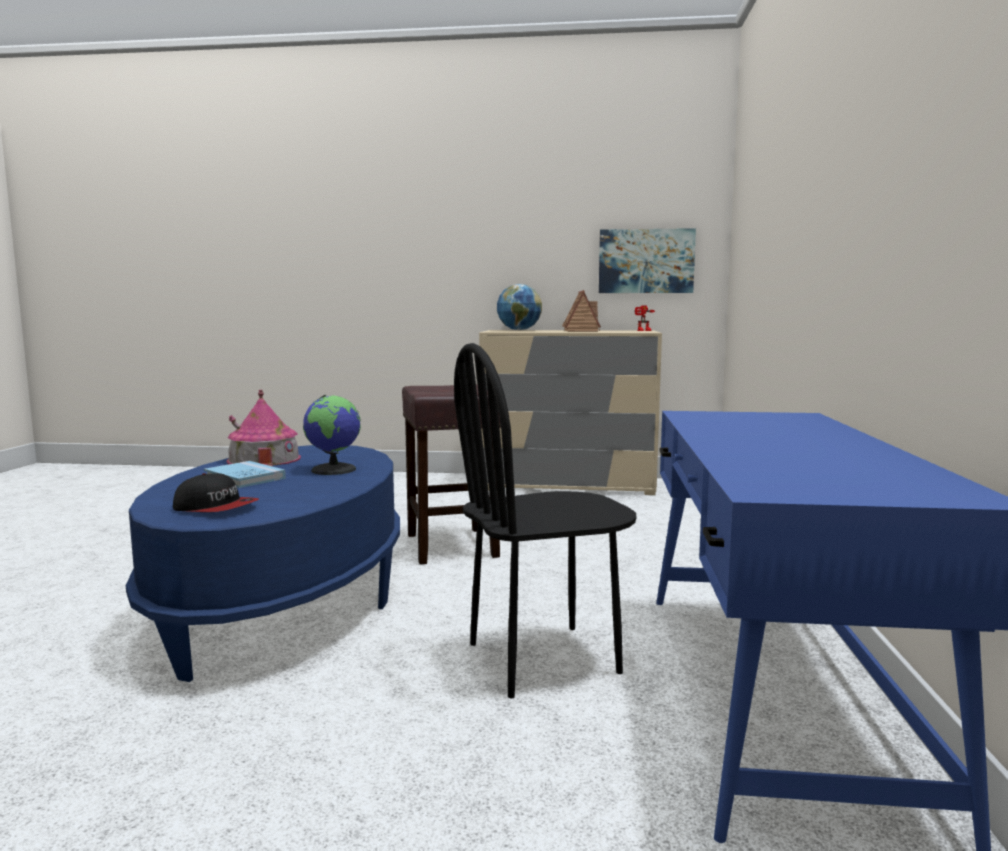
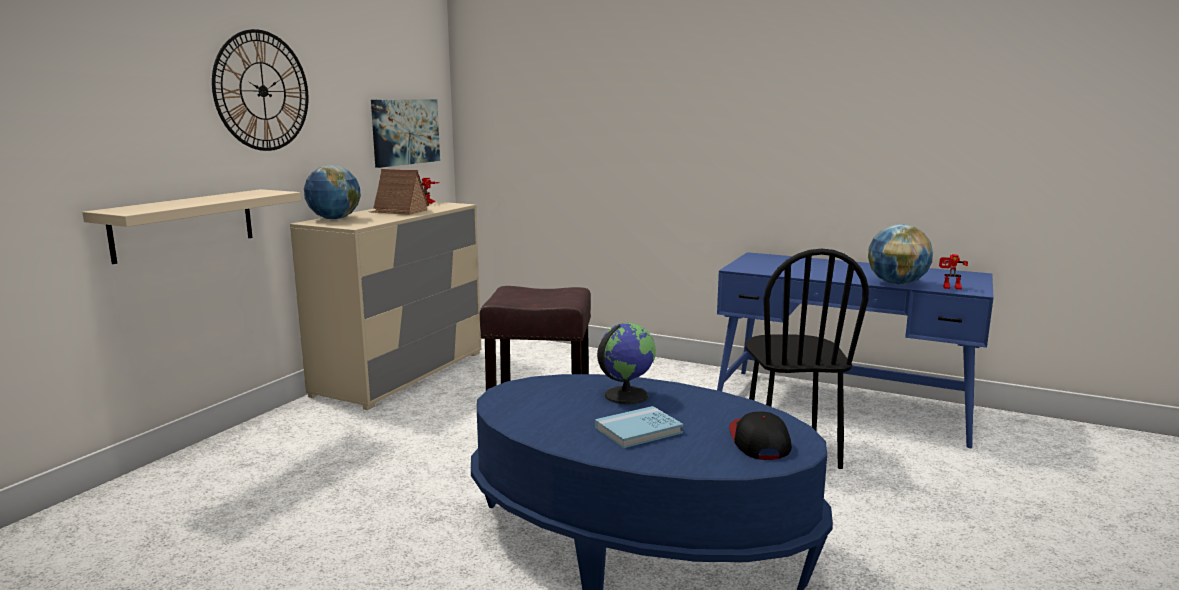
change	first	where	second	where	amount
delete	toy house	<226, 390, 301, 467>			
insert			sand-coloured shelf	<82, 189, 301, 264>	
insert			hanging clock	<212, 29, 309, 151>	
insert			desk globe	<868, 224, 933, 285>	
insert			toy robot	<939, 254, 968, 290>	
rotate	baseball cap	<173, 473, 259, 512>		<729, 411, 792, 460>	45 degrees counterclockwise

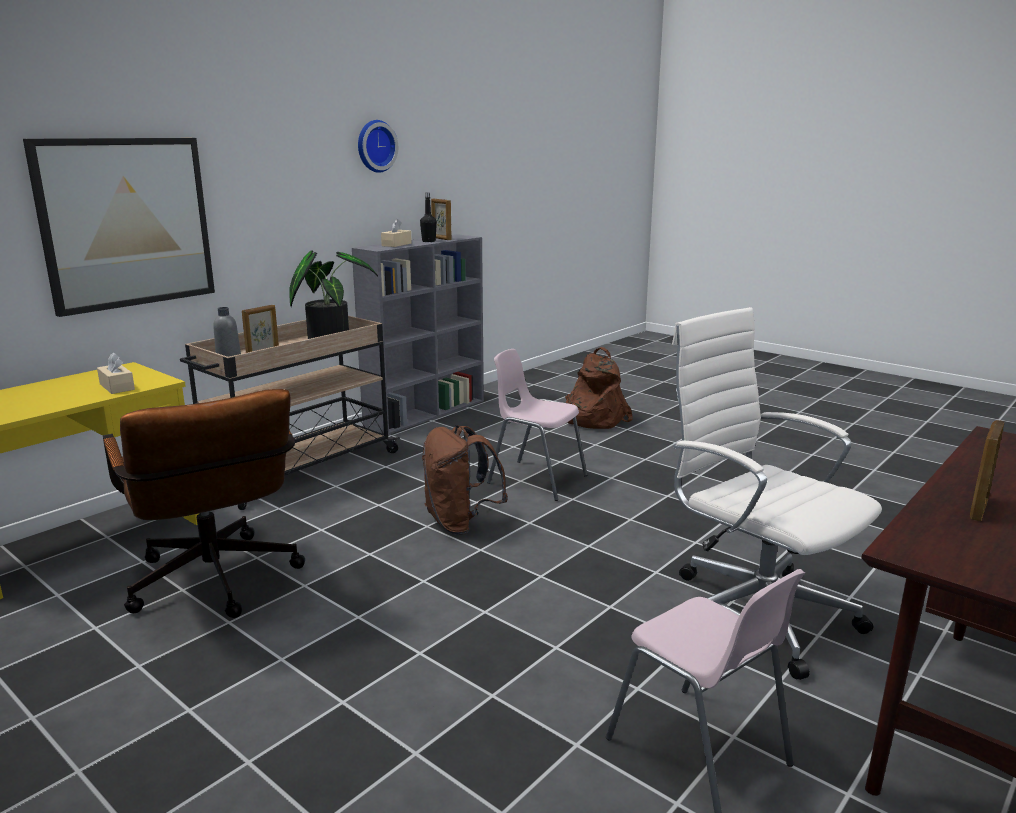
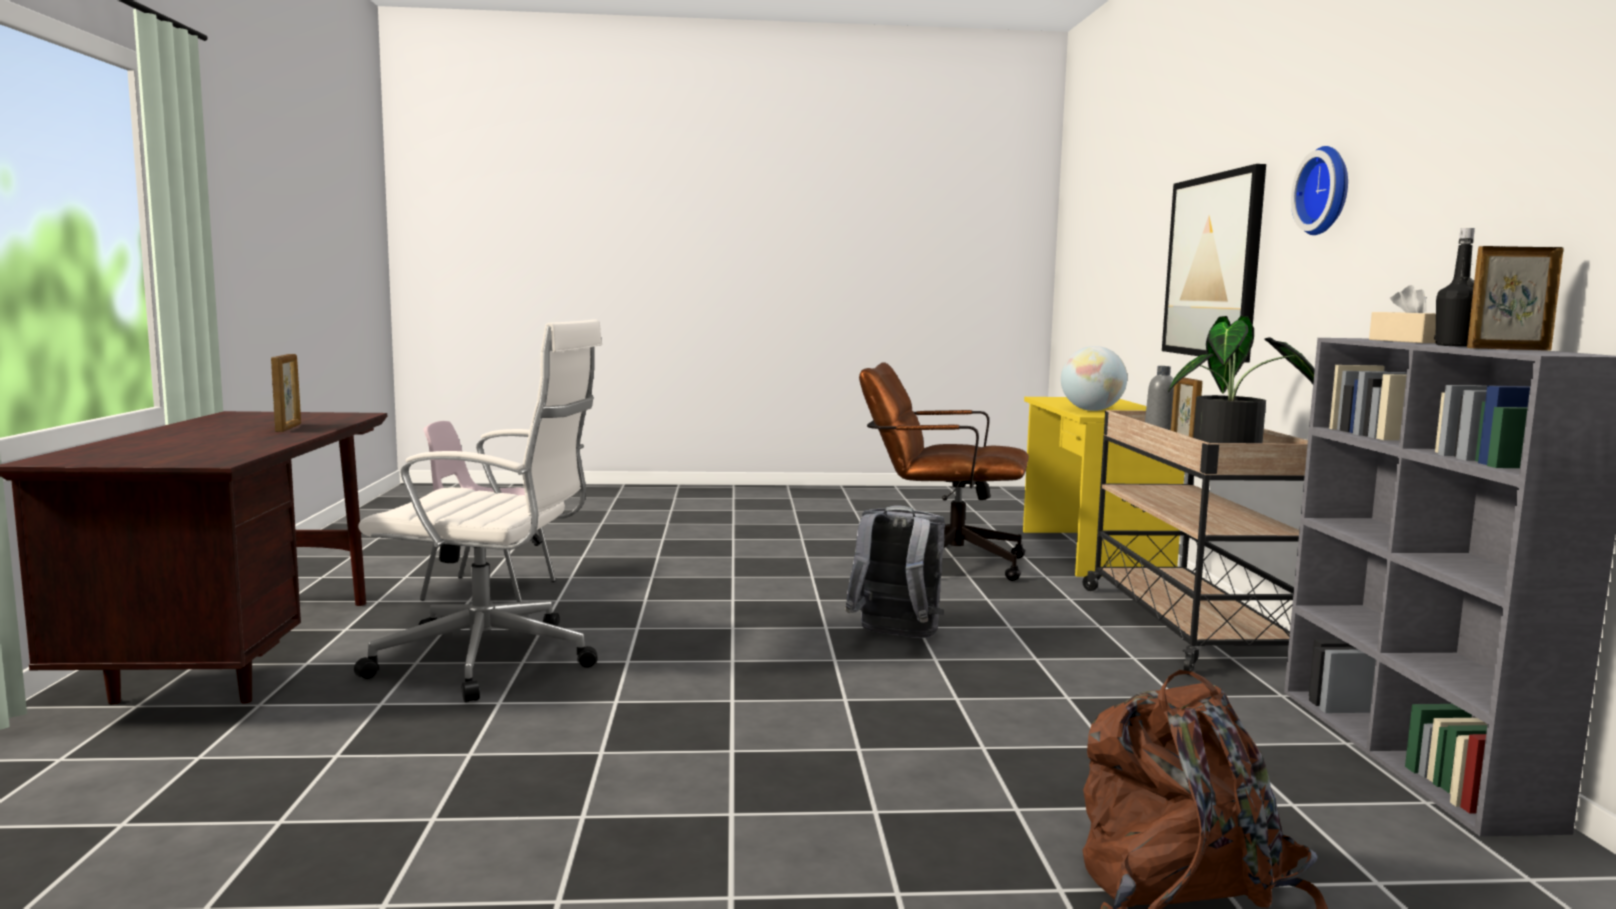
change	first	where	second	where	amount
delete	pink plain chair	<487, 349, 587, 501>			
move	hanging clock	<358, 120, 398, 173>		<1291, 146, 1348, 235>	
replace	sand-coloured tissue box	<97, 353, 135, 394>	desk globe	<1061, 346, 1127, 411>	
recolor	brownish knapsack	<422, 425, 508, 535>	greyish knapsack	<845, 505, 945, 638>	

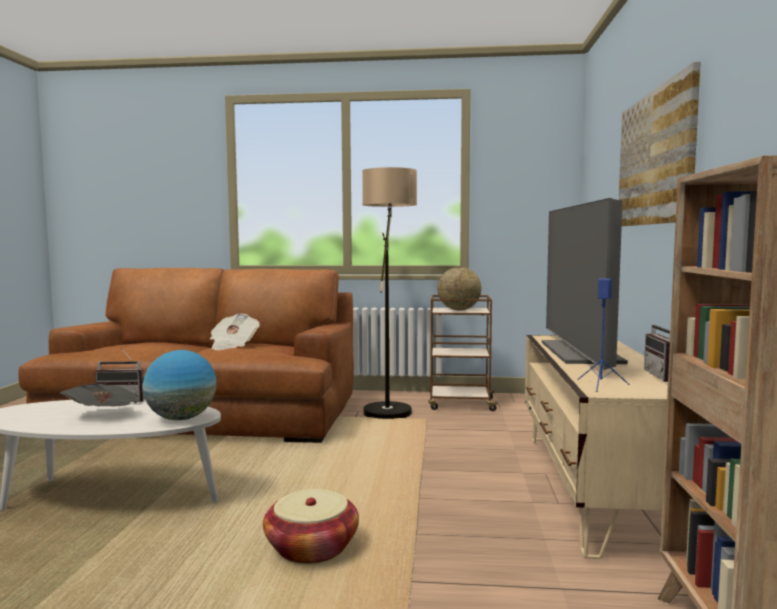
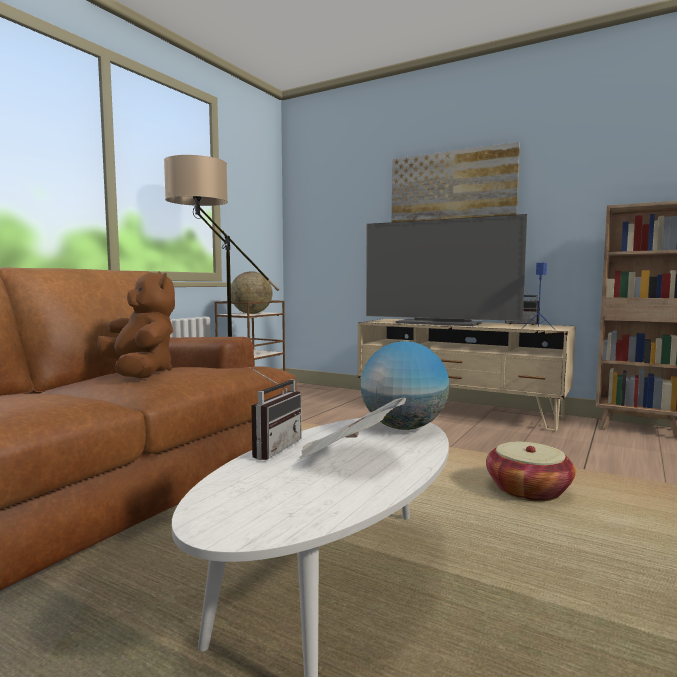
change	first	where	second	where	amount
replace	printed paper	<210, 314, 260, 350>	brownish plush toy	<97, 271, 175, 379>	

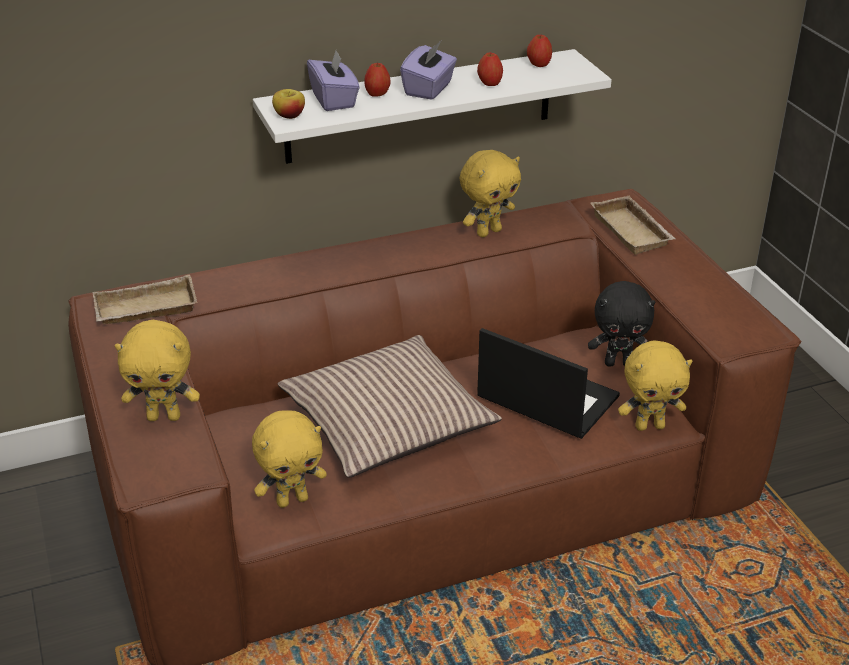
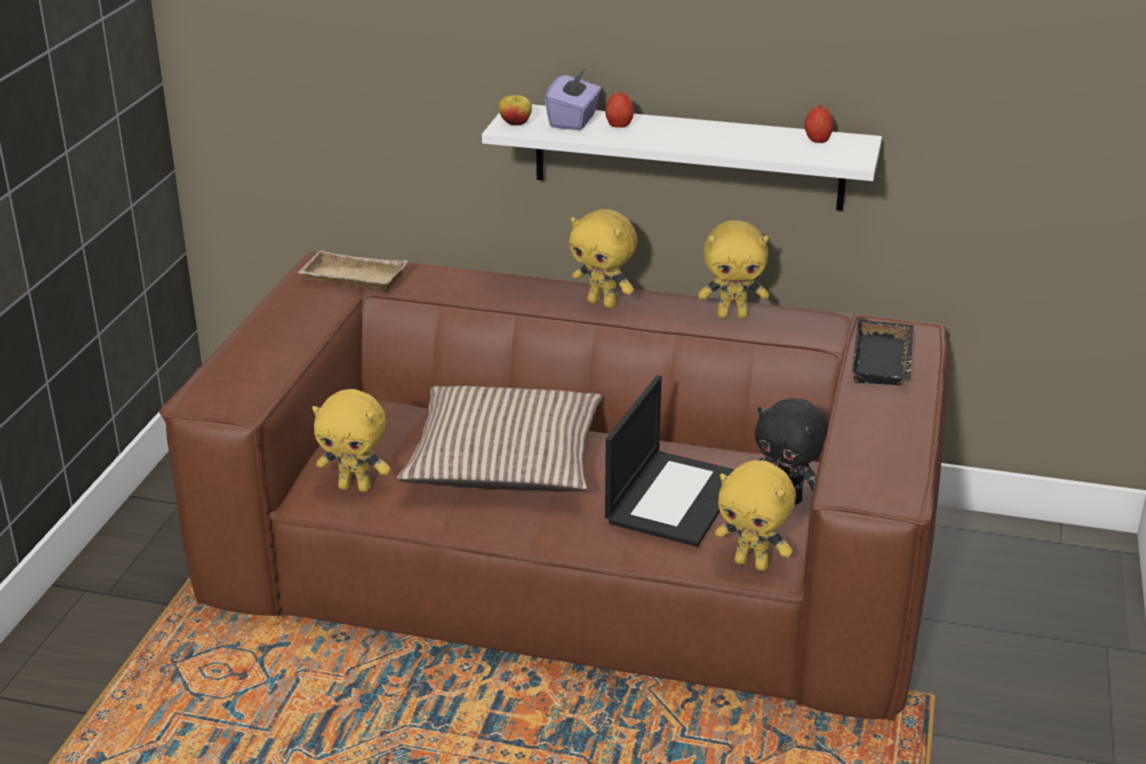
change	first	where	second	where	amount
delete	purple-coloured tissue box	<400, 41, 457, 100>			
delete	apple fruit	<477, 53, 503, 86>			
move	yellowish plush toy	<115, 320, 200, 421>		<569, 209, 638, 309>	
recolor	sand-coloured serving tray	<591, 196, 676, 255>	black serving tray	<852, 318, 914, 385>	
rotate	portable computer	<477, 328, 620, 439>		<605, 375, 735, 547>	45 degrees clockwise

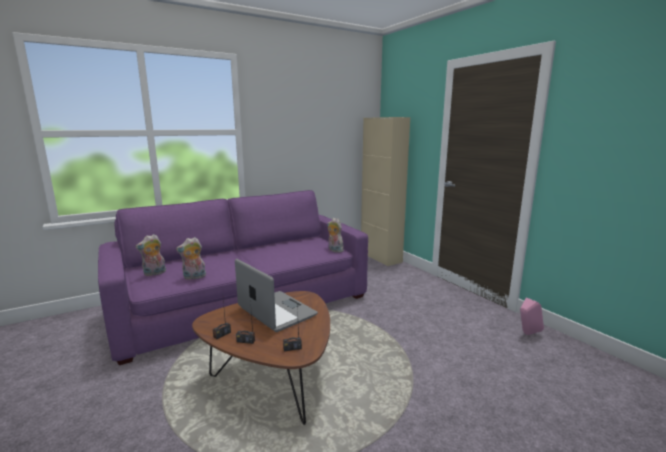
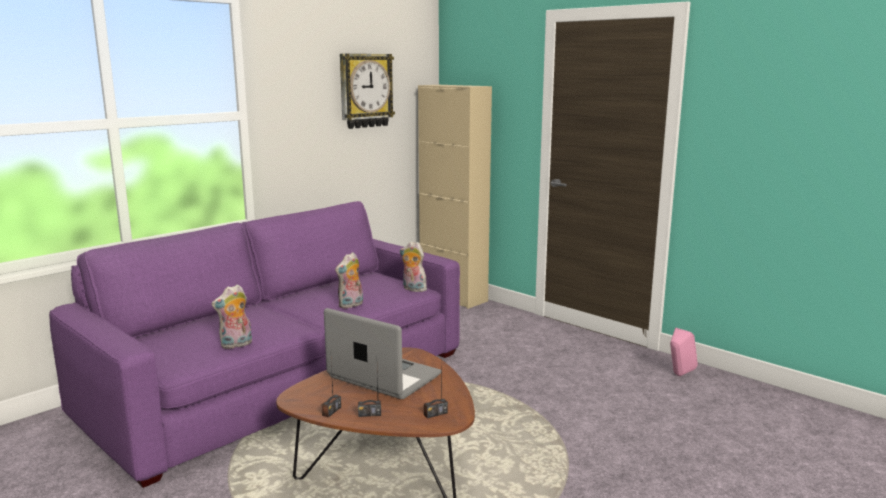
change	first	where	second	where	amount
insert			hanging clock	<340, 54, 395, 129>	
move	plush toy	<135, 234, 166, 276>		<335, 252, 363, 309>	

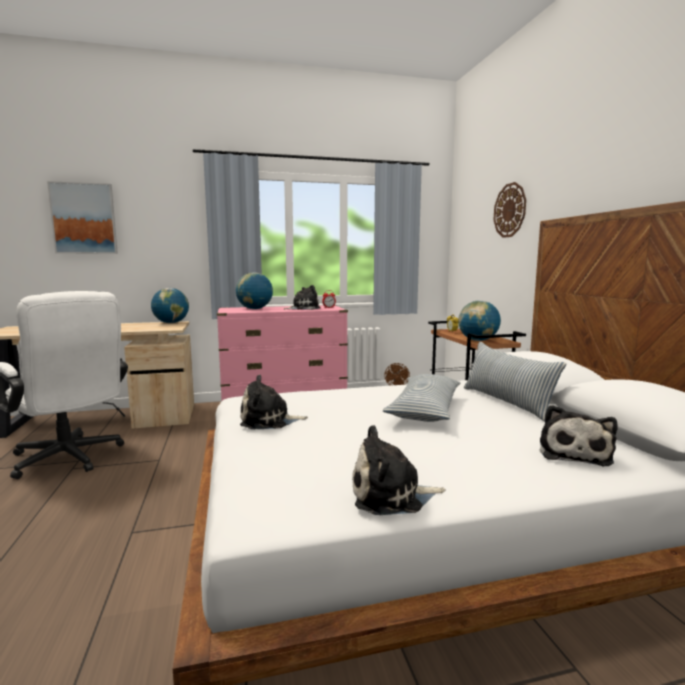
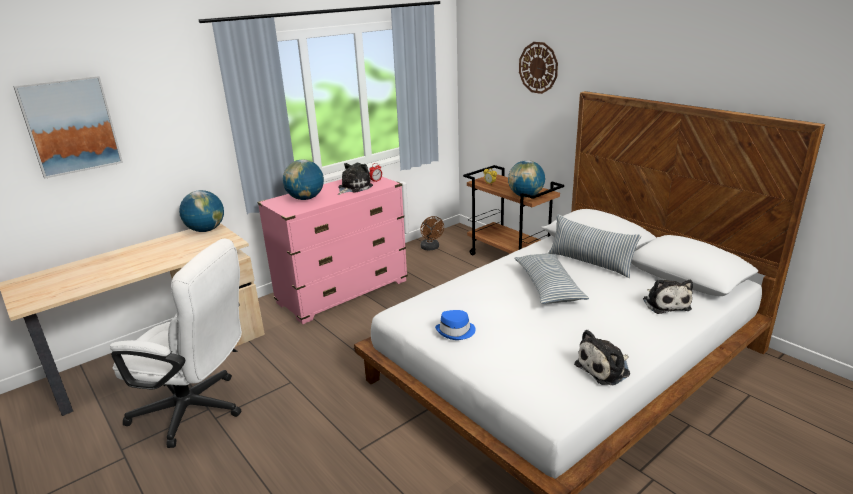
change	first	where	second	where	amount
replace	plush toy	<240, 375, 308, 429>	blue-coloured clothing hat	<435, 310, 476, 340>	

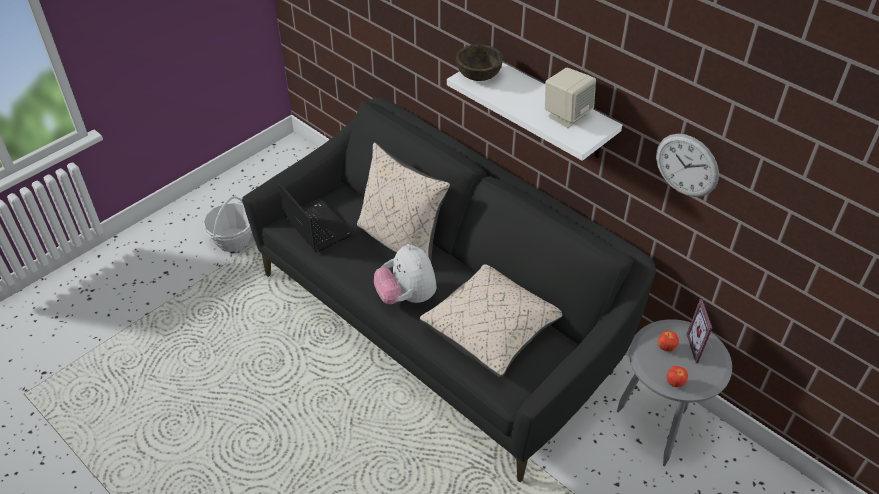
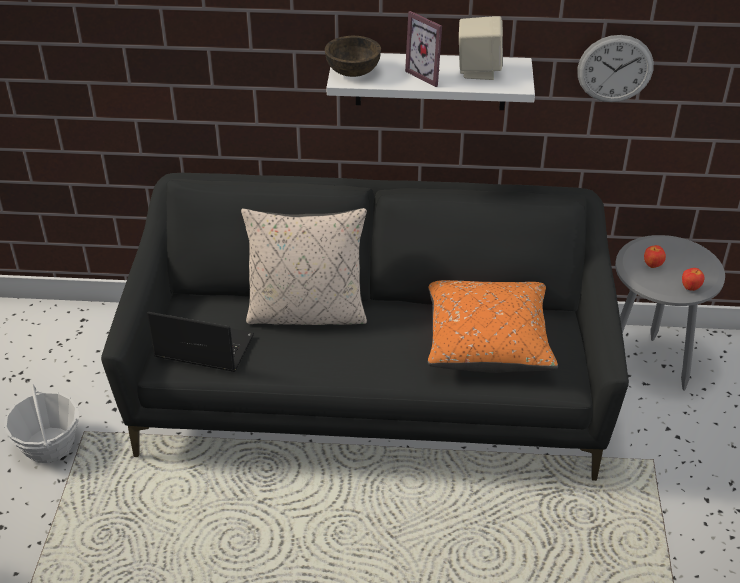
change	first	where	second	where	amount
delete	plush toy	<374, 244, 436, 304>			
move	photo frame	<686, 299, 713, 363>		<405, 11, 442, 87>	
recolor	sand-coloured cushion	<420, 264, 563, 378>	orange-coloured cushion	<428, 280, 558, 373>	

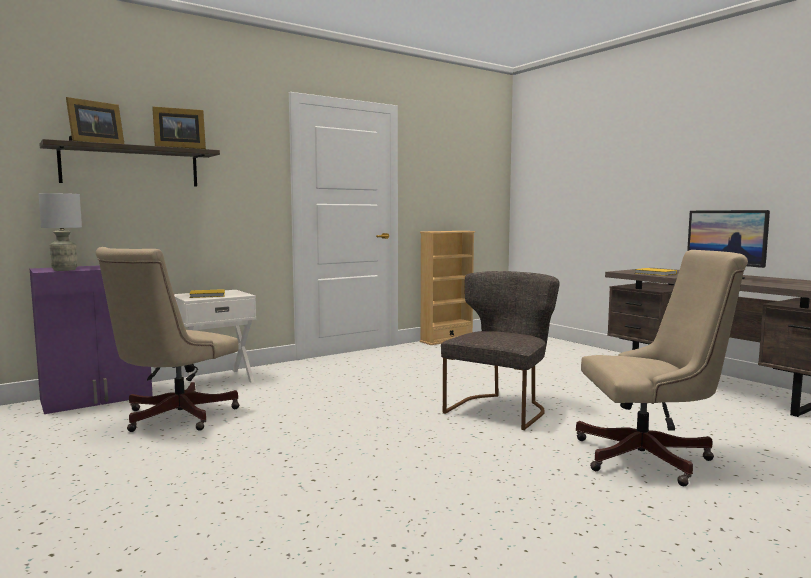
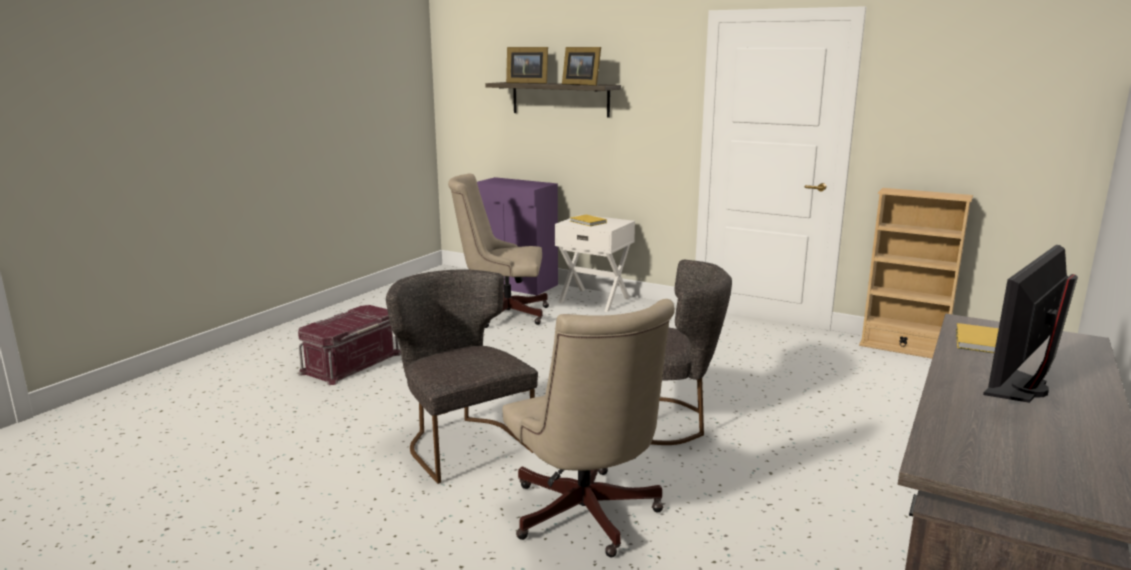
change	first	where	second	where	amount
delete	greyish lamp for a table	<39, 193, 82, 271>			
insert			reddish storage container	<298, 305, 401, 385>	
insert			greyish plain chair	<386, 269, 538, 484>	

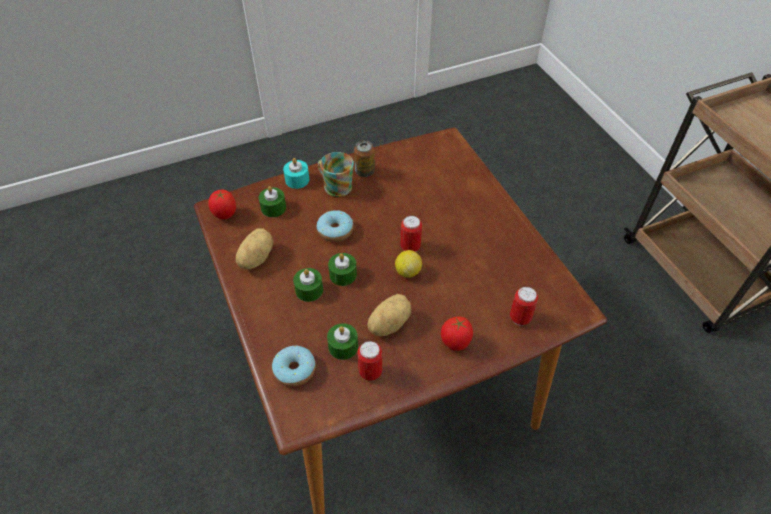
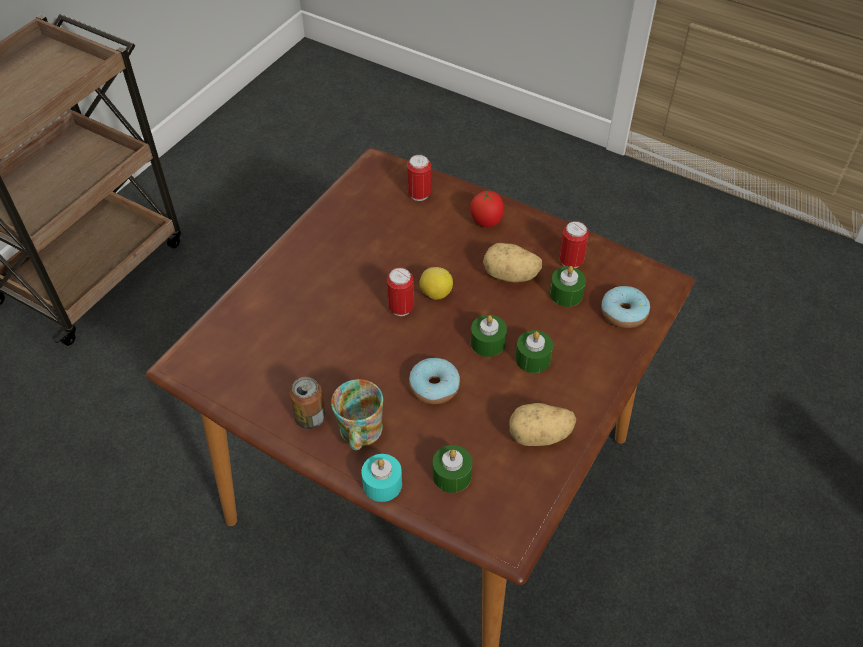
change	first	where	second	where	amount
delete	tomato	<208, 190, 236, 219>			

